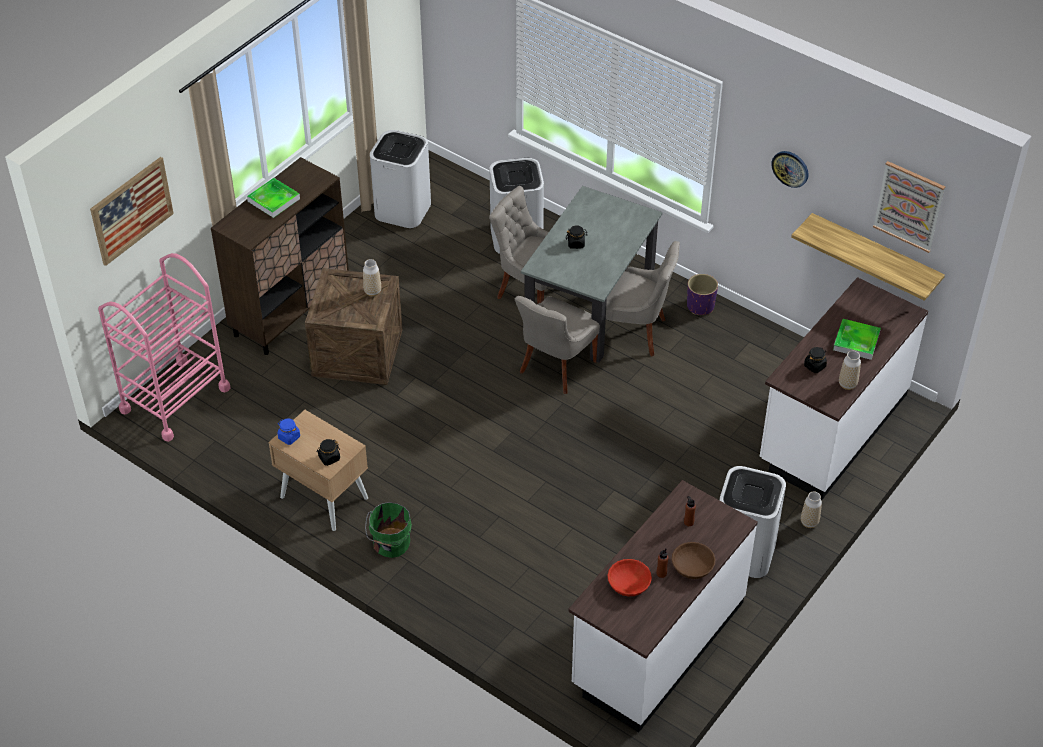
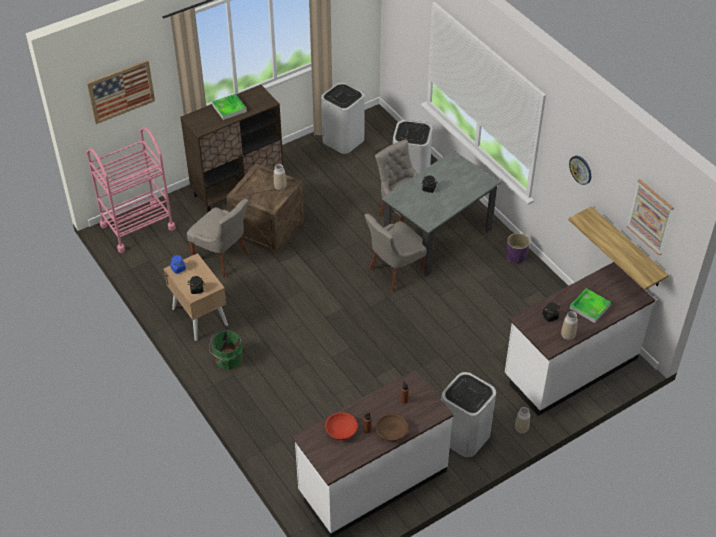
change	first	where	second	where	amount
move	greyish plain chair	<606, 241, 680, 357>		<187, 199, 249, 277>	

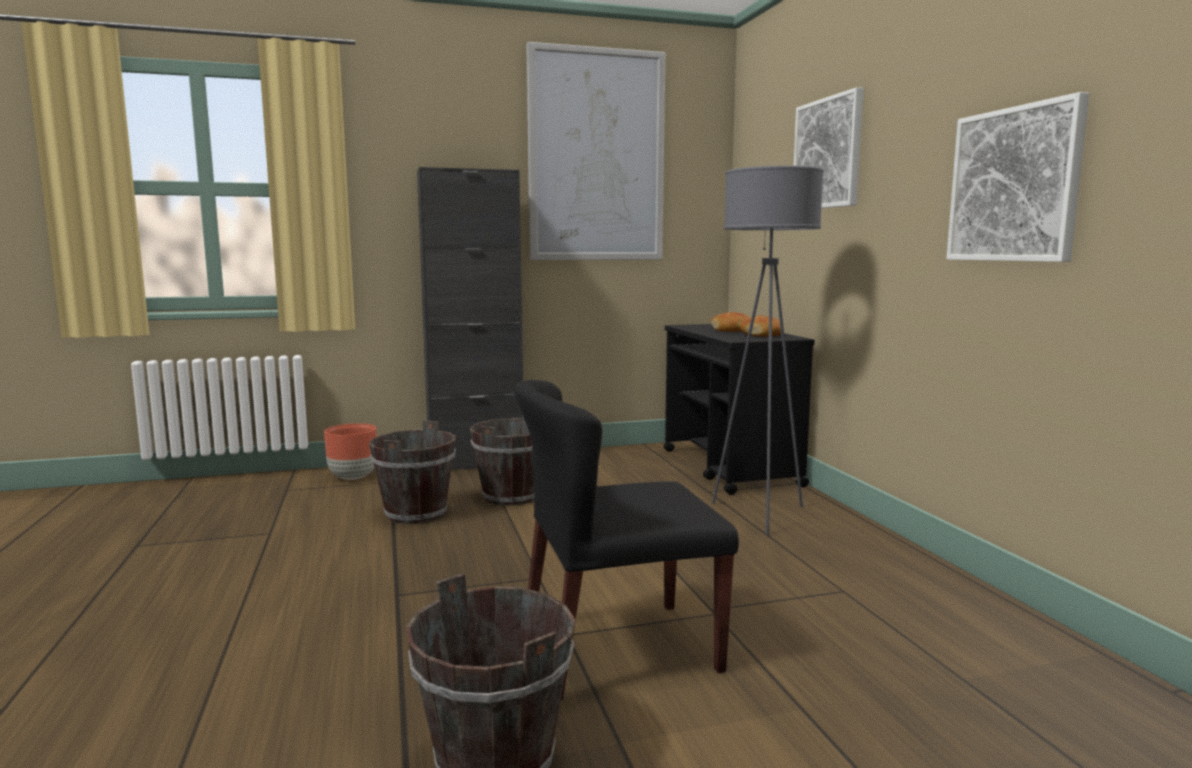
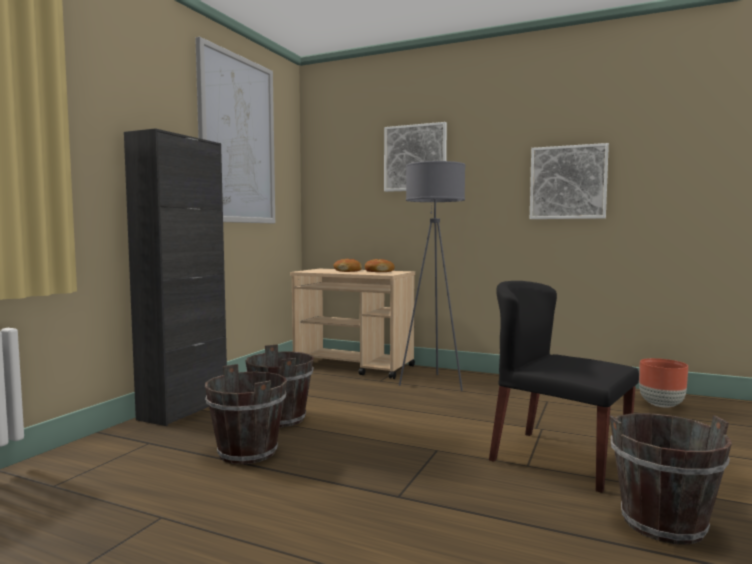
change	first	where	second	where	amount
move	brownish planter	<324, 423, 377, 480>		<639, 358, 688, 408>	
recolor	black cart	<663, 324, 815, 495>	sand-coloured cart	<290, 269, 415, 379>	
rotate	black plain chair	<514, 380, 739, 700>		<489, 281, 639, 493>	105 degrees clockwise

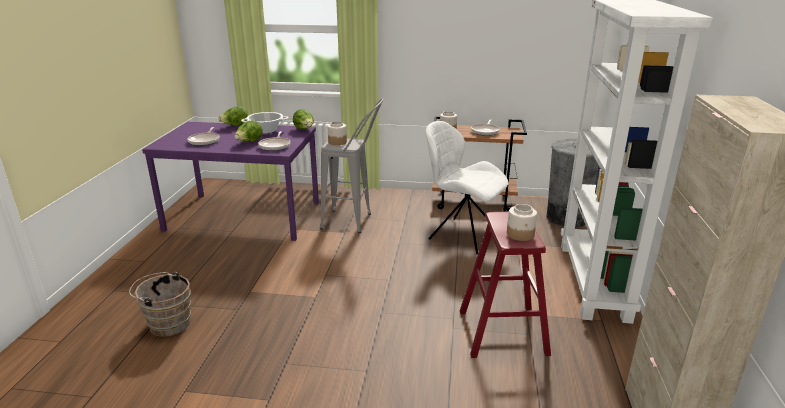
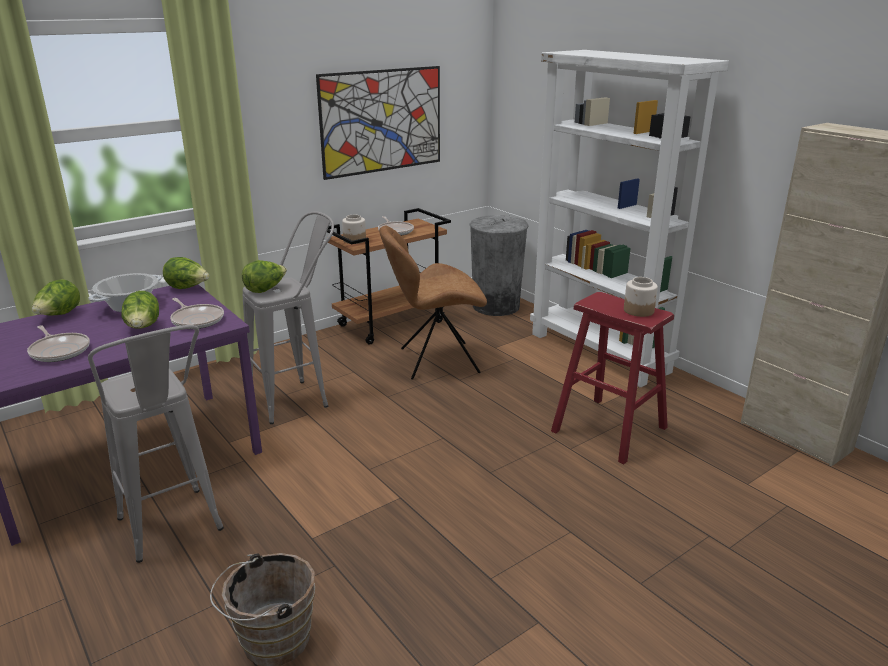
change	first	where	second	where	amount
insert			greyish sitting stool	<88, 325, 224, 563>	
insert			wall art	<316, 66, 440, 180>	
replace	preserve jar	<328, 121, 347, 145>	lettuce	<242, 260, 287, 293>	
recolor	white-coloured plain chair	<426, 121, 509, 254>	brownish plain chair	<379, 225, 487, 380>	

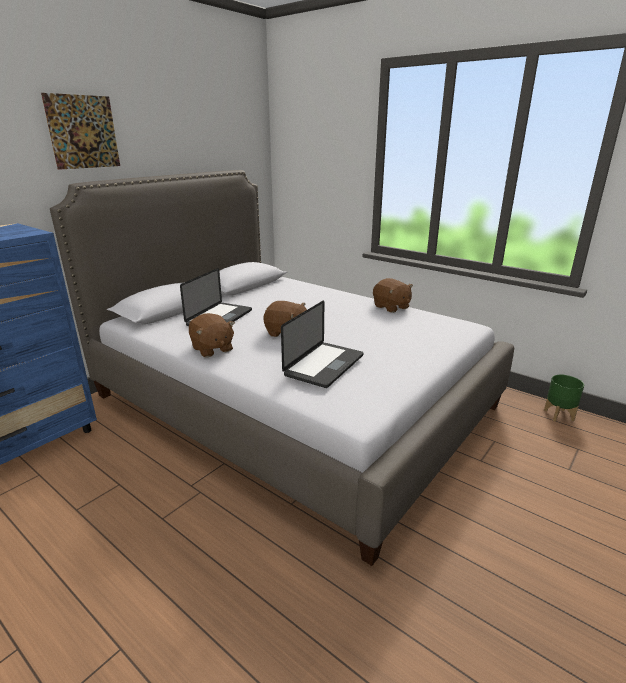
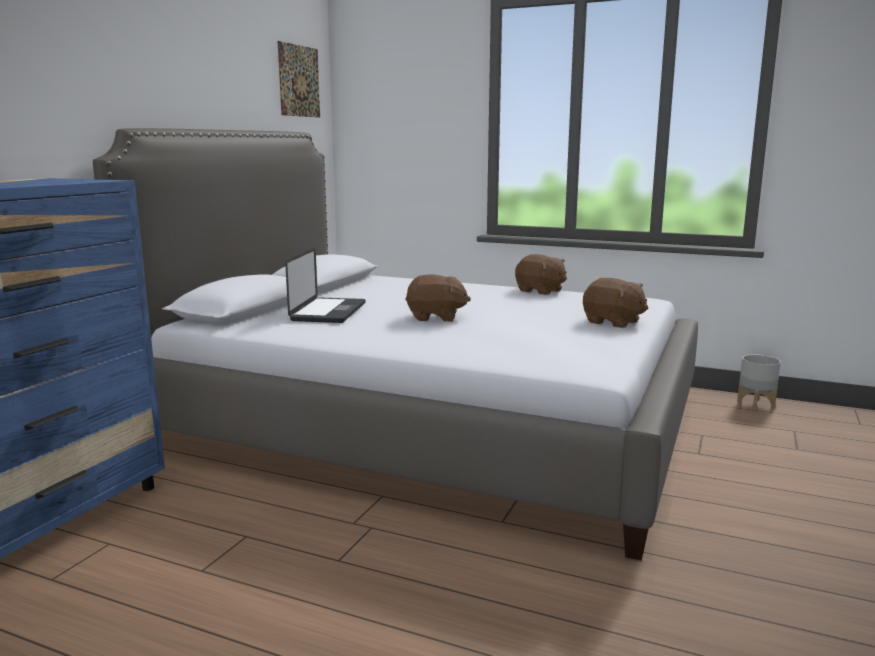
change	first	where	second	where	amount
delete	portable computer	<281, 300, 363, 388>			
move	wall art	<41, 93, 120, 170>		<278, 41, 320, 117>	
move	brownish plush toy	<189, 313, 235, 358>		<583, 278, 648, 328>	
recolor	green-coloured planter	<544, 375, 584, 422>	greyish planter	<737, 354, 781, 411>	

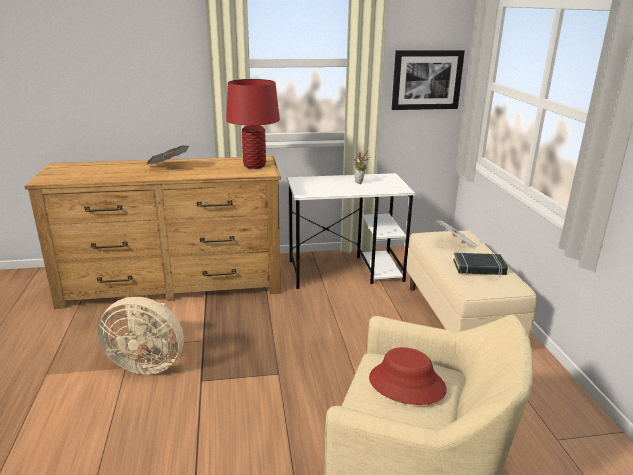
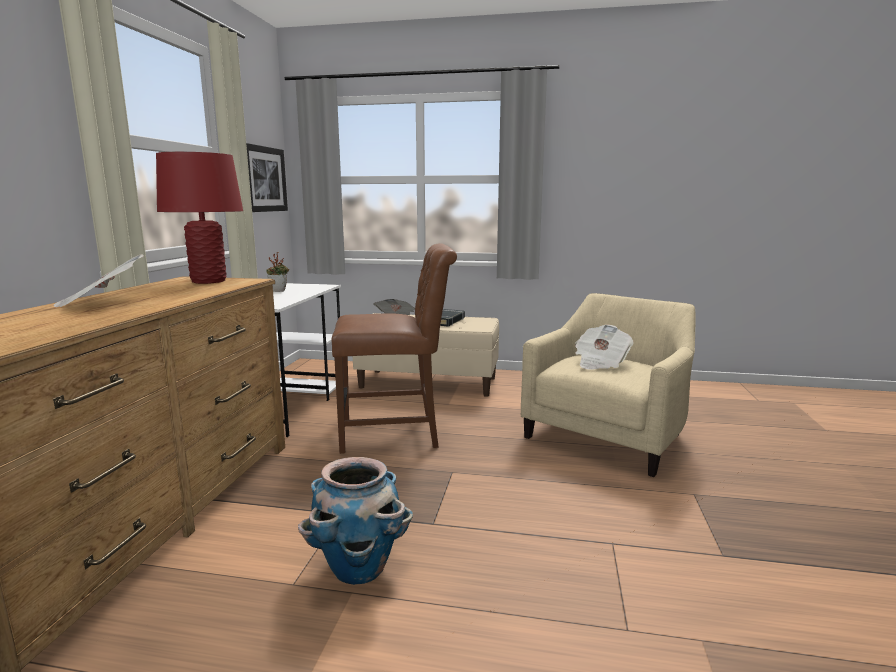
change	first	where	second	where	amount
insert			brownish plain chair	<331, 243, 457, 454>	
replace	sand-coloured cooling fan	<98, 297, 184, 374>	planter	<298, 457, 413, 585>	
replace	reddish clothing hat	<369, 347, 447, 405>	printed paper	<575, 325, 634, 370>	

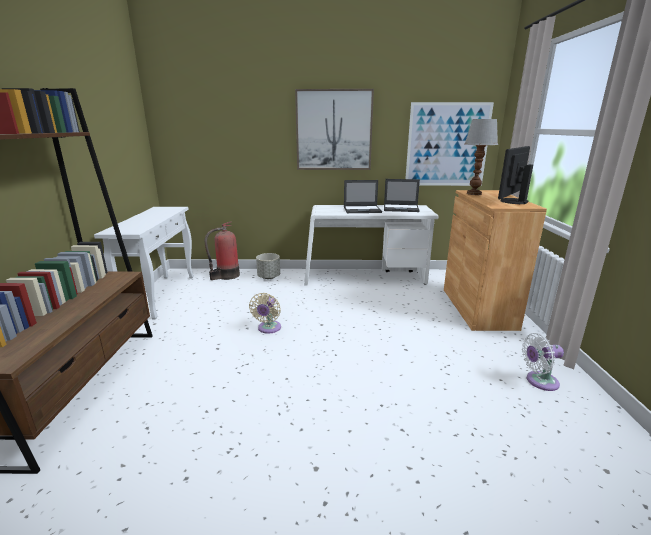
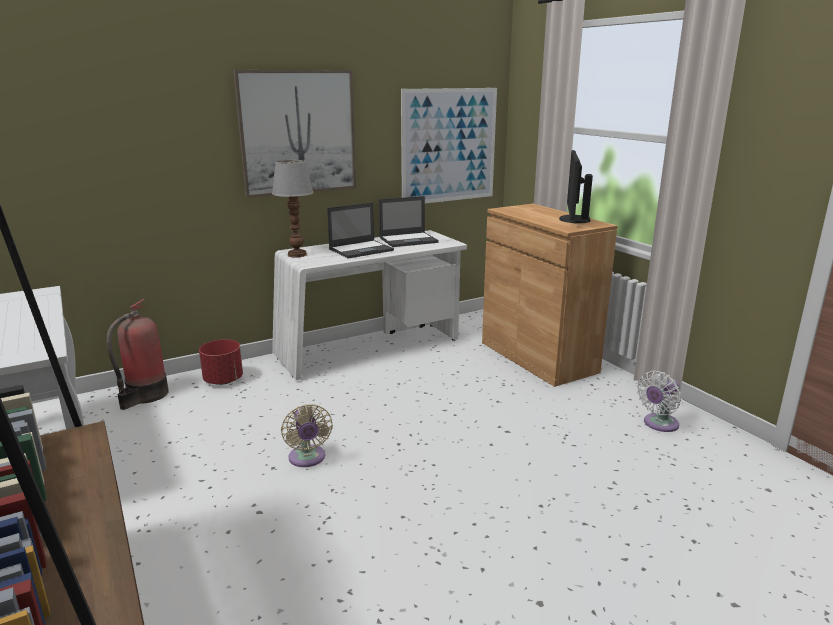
change	first	where	second	where	amount
move	lamp for a table	<465, 119, 498, 195>		<272, 160, 314, 258>	
recolor	greyish planter	<256, 253, 280, 279>	reddish planter	<199, 339, 243, 385>	

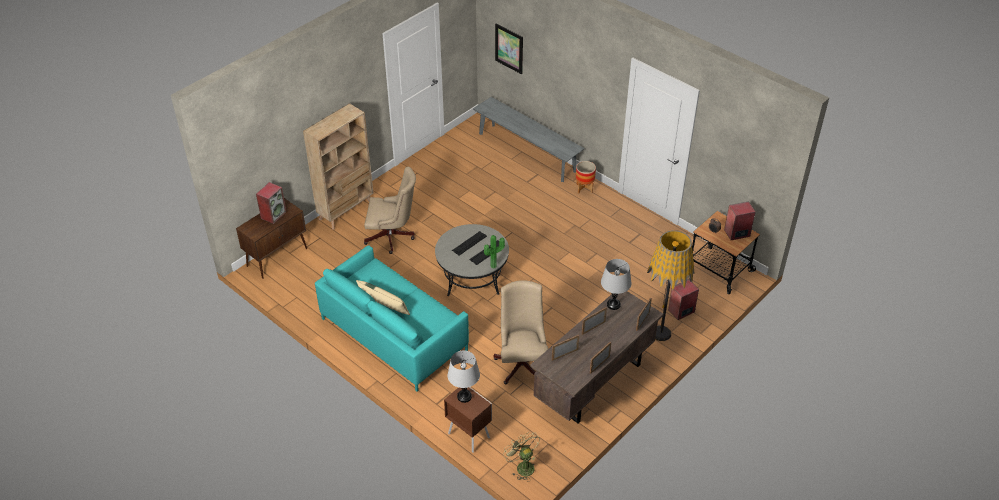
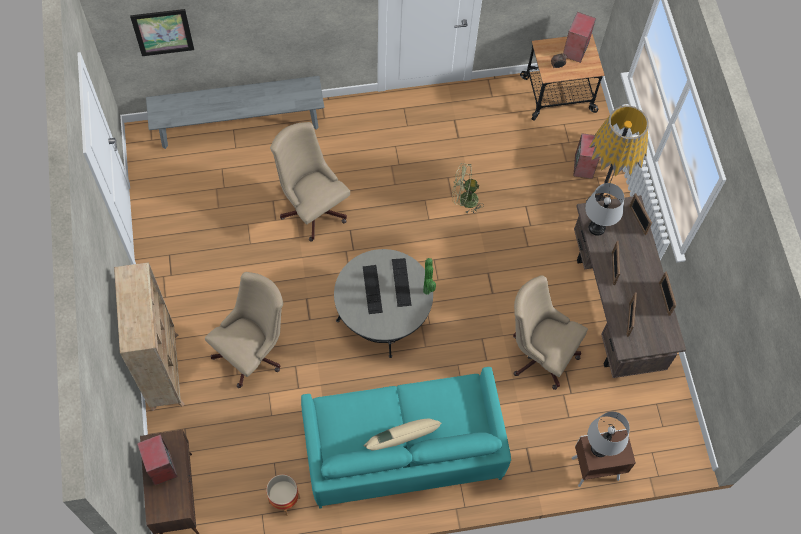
change	first	where	second	where	amount
insert			sand-coloured office chair	<270, 122, 350, 242>	
move	green-coloured cooling fan	<503, 431, 540, 481>		<452, 163, 484, 214>	
move	planter	<576, 161, 596, 194>		<266, 474, 300, 516>	

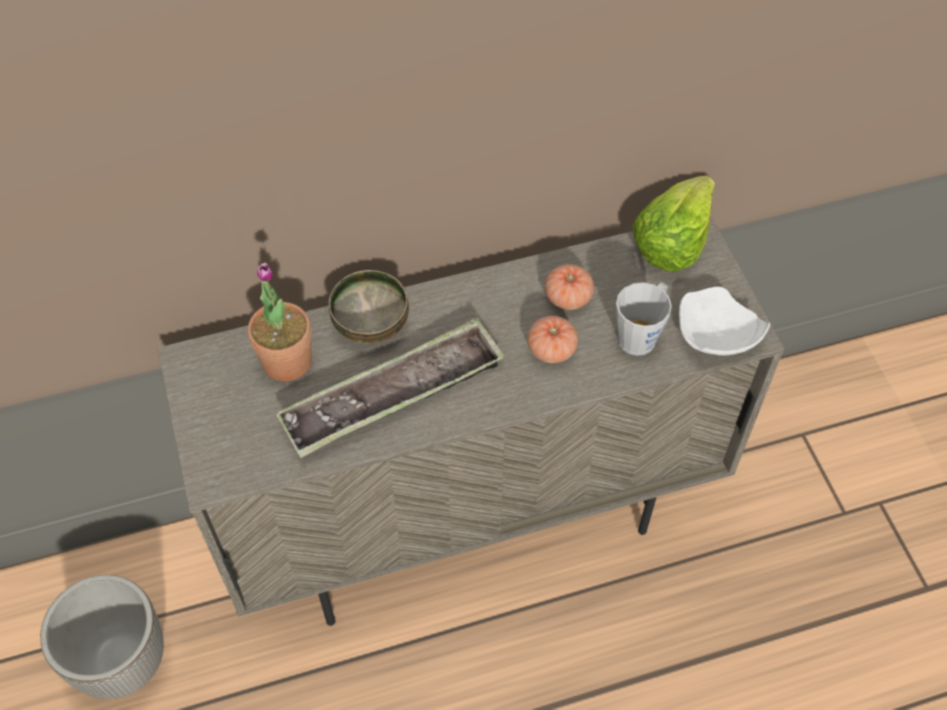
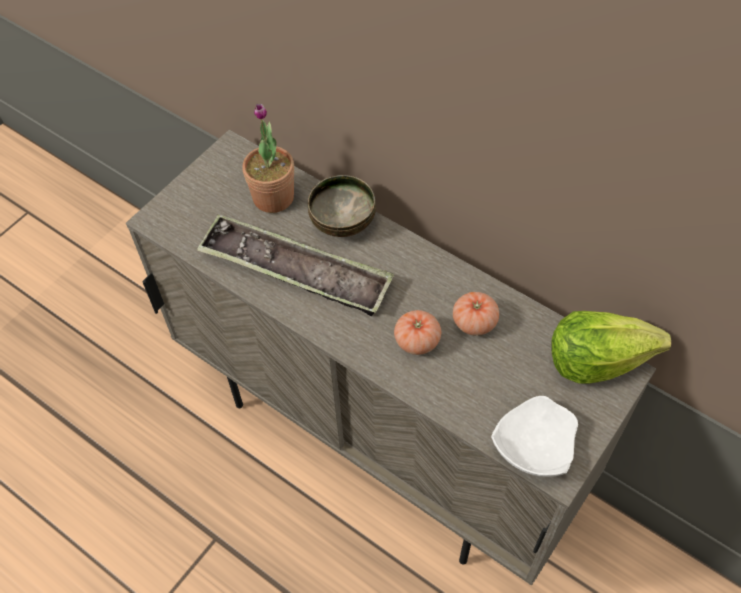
change	first	where	second	where	amount
delete	planter	<40, 575, 164, 699>			
delete	greyish mug	<616, 282, 672, 356>			

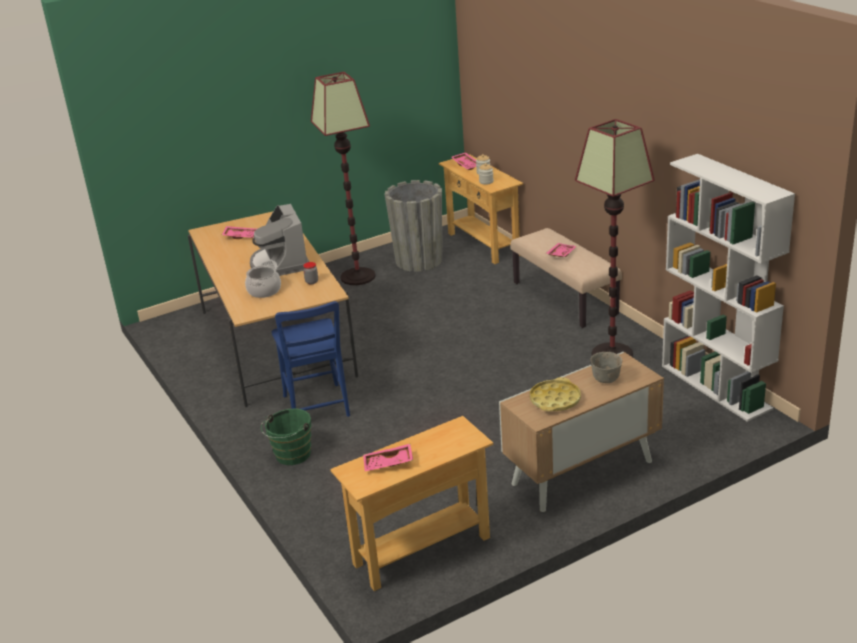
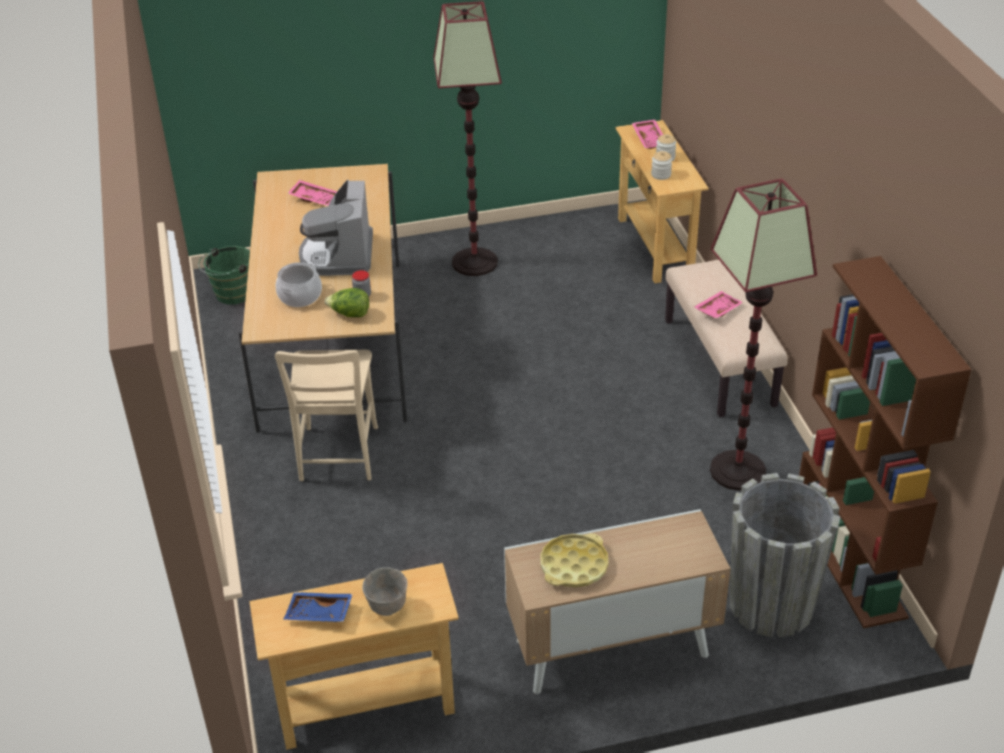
change	first	where	second	where	amount
insert			lettuce	<325, 288, 369, 317>	
move	green-coloured pail	<261, 408, 311, 465>		<198, 246, 250, 305>	
move	greyish planter	<385, 180, 442, 272>		<729, 473, 841, 637>	
move	greyish bowl	<590, 352, 622, 383>		<362, 567, 408, 616>	
recolor	blue-coloured plain chair	<271, 301, 350, 417>	sand-coloured plain chair	<275, 350, 378, 481>	
recolor	pink serving tray	<363, 444, 413, 471>	blue-coloured serving tray	<284, 592, 353, 622>	
recolor	white-coloured bookcase	<662, 154, 795, 422>	brownish bookcase	<799, 256, 971, 628>	

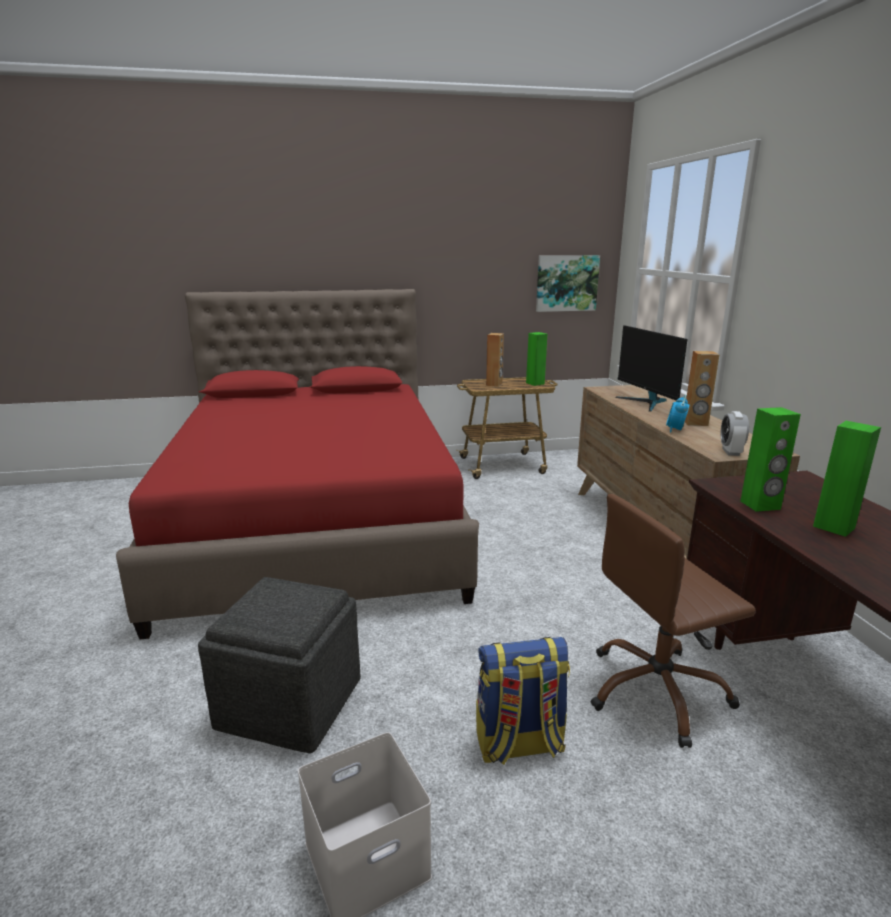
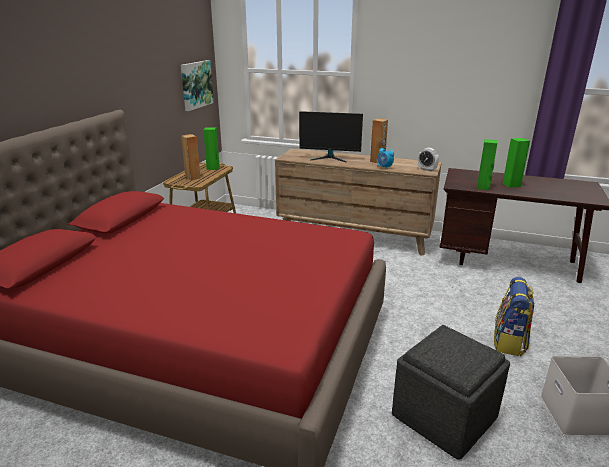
change	first	where	second	where	amount
delete	brownish office chair	<591, 494, 756, 748>			

